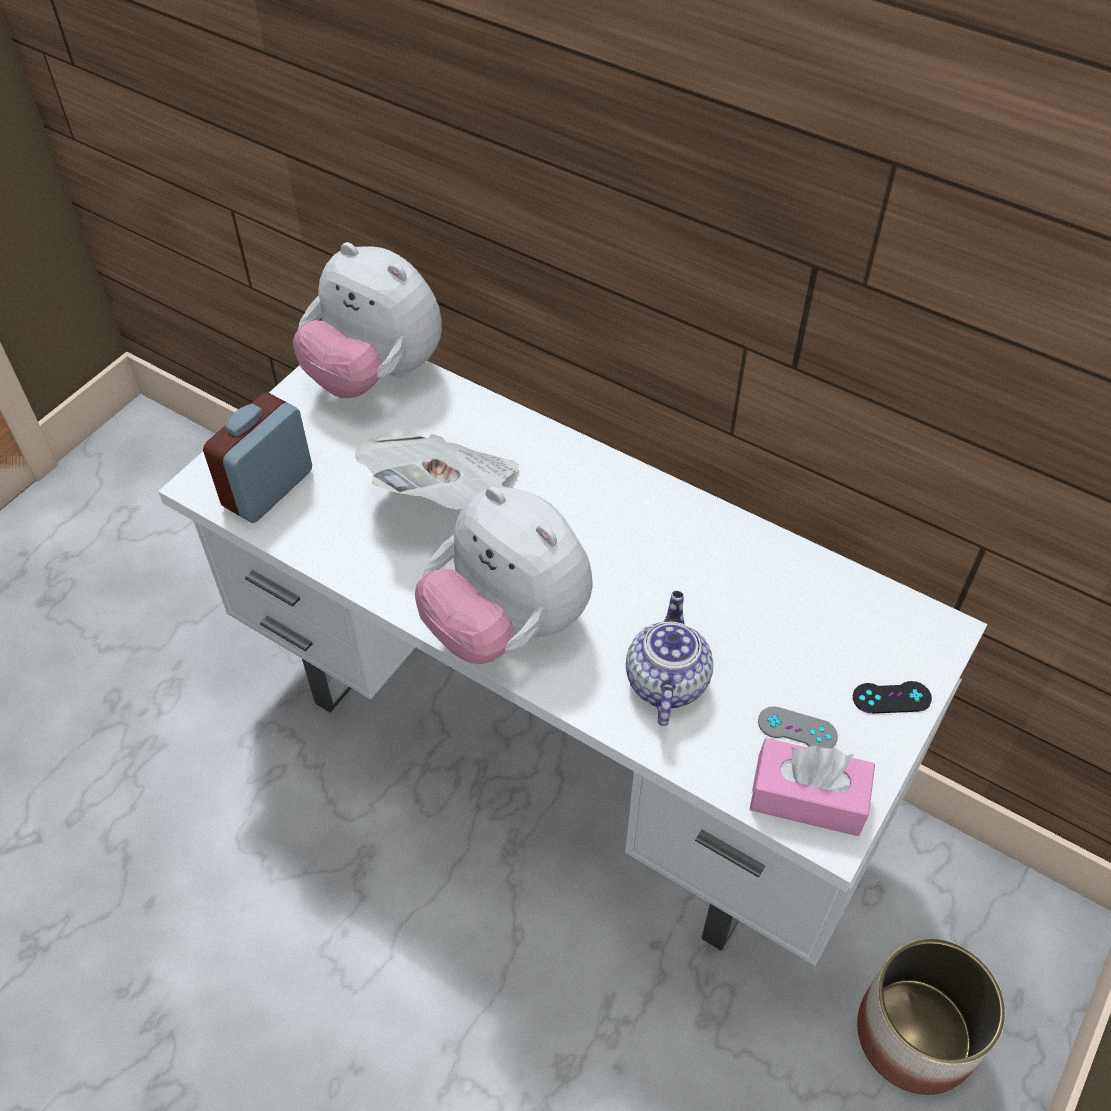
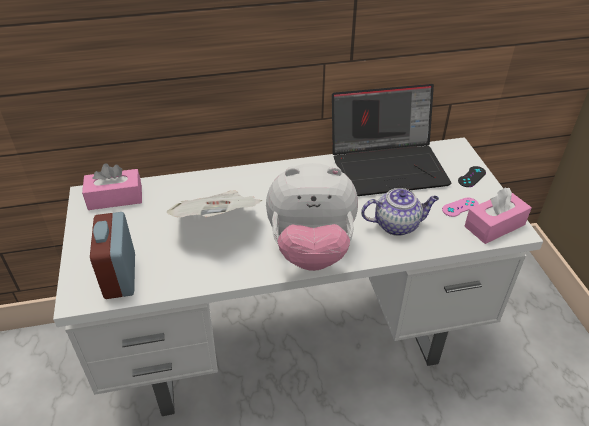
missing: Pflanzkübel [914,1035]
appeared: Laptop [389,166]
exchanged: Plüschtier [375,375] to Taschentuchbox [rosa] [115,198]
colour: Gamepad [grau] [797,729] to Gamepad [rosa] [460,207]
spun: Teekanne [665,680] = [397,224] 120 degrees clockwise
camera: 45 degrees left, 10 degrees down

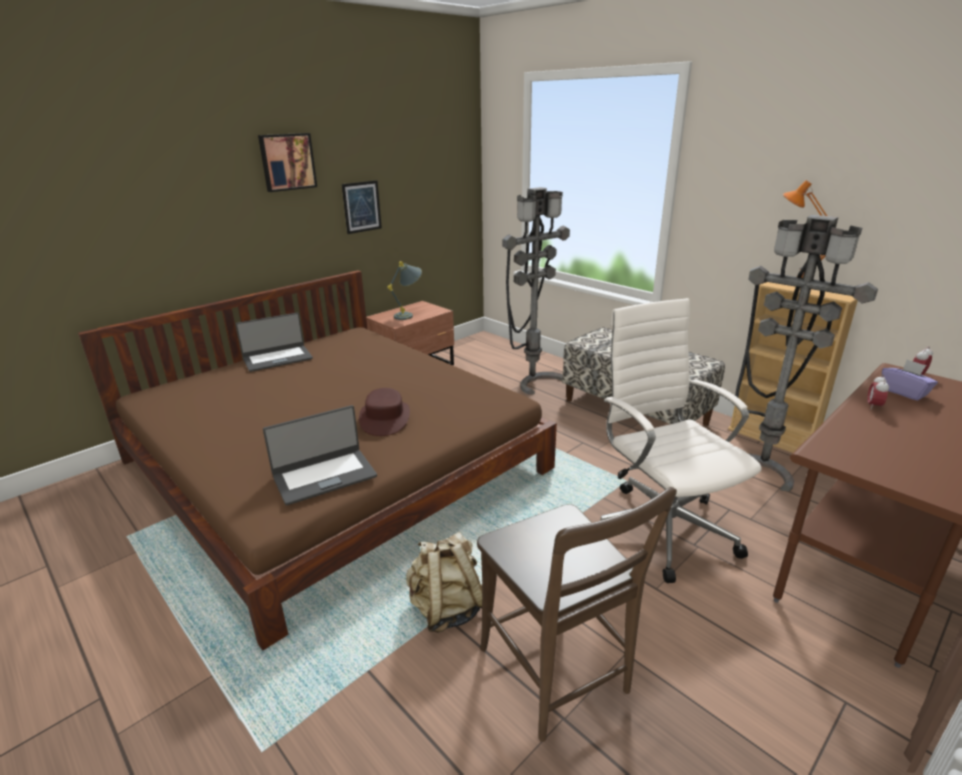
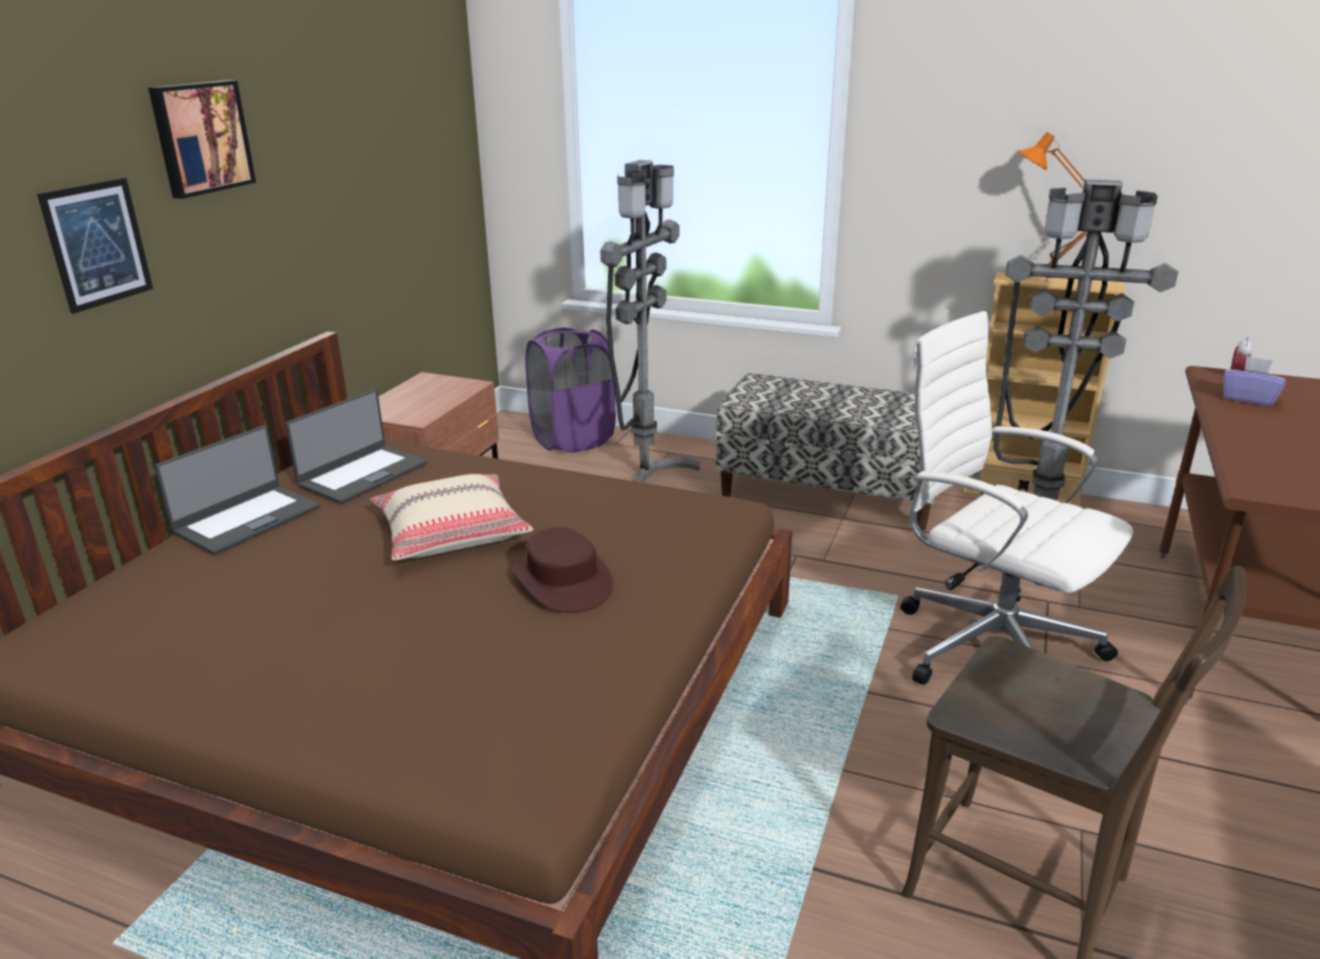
missing: Tischlampe [grau] [409,315]; Rucksack [beige] [447,609]; Wecker [873,406]
appeared: Kissen [beige] [451,532]; Wäschekorb [lila] [573,439]
relocated: Laptop [324,476] to [362,474]; Bild [362,207] to [97,244]
camera: 25 degrees left, 0 degrees up

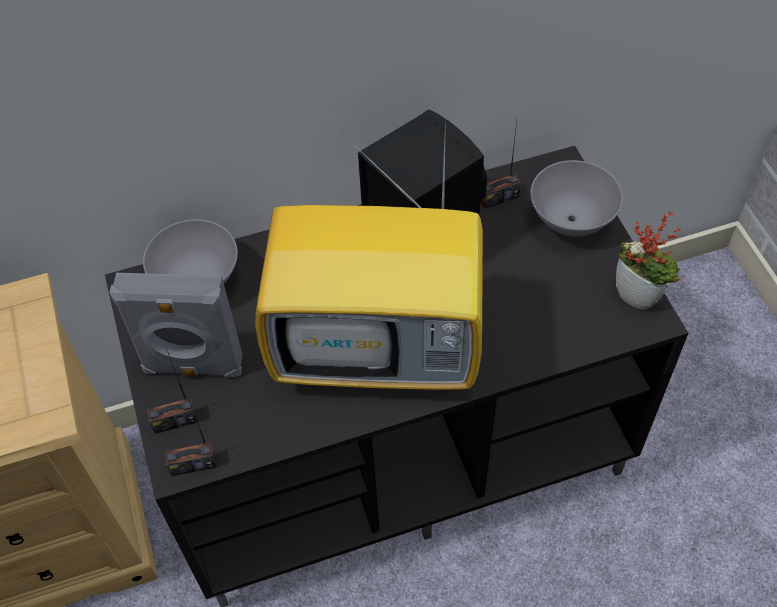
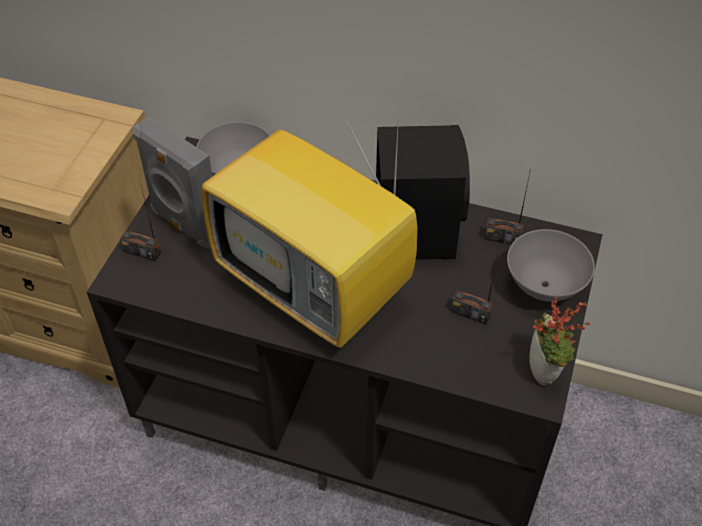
relocated: Radio [193,464] to [470,313]
camera: 35 degrees right, 5 degrees down

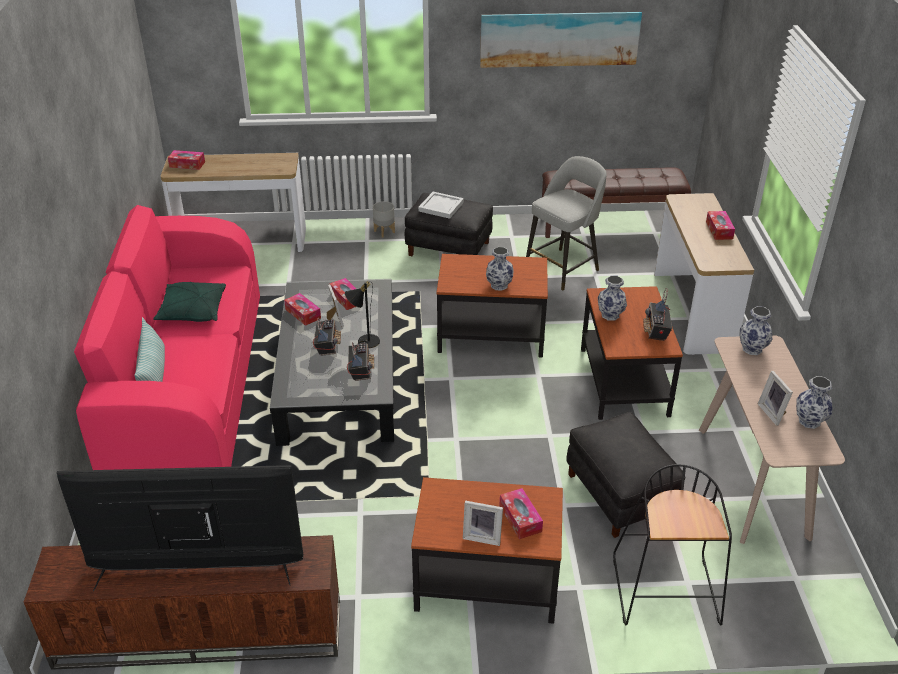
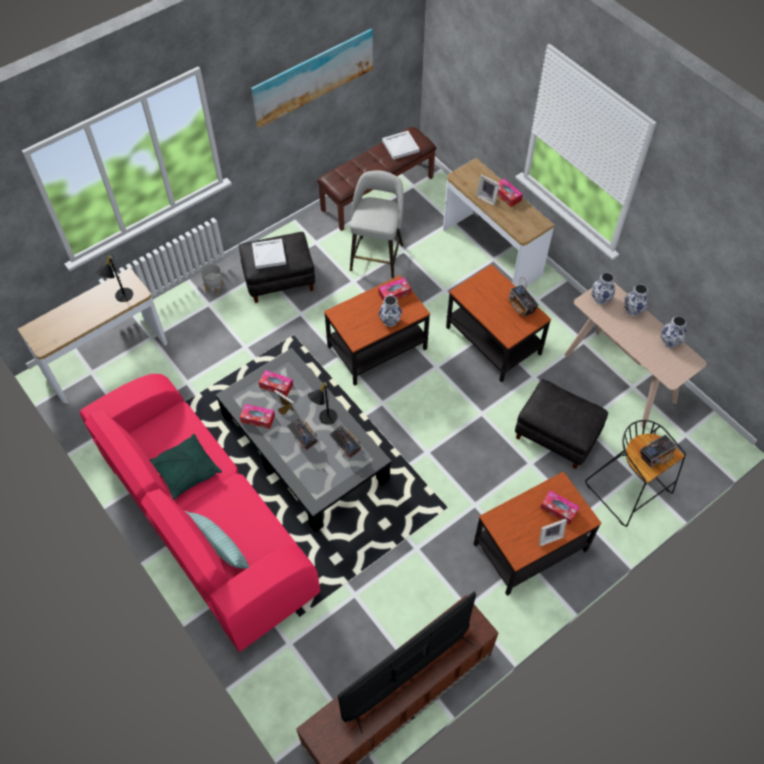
appeared: Tischlampe [schwarz] [121,297]; Tablett [weiß] [401,146]; Radio [655,456]
relocated: Taschentuchbox [187,164] to [394,293]; Vase [611,315] to [633,310]; Bilderrahmen [773,413] to [487,198]
camera: 35 degrees left, 20 degrees up

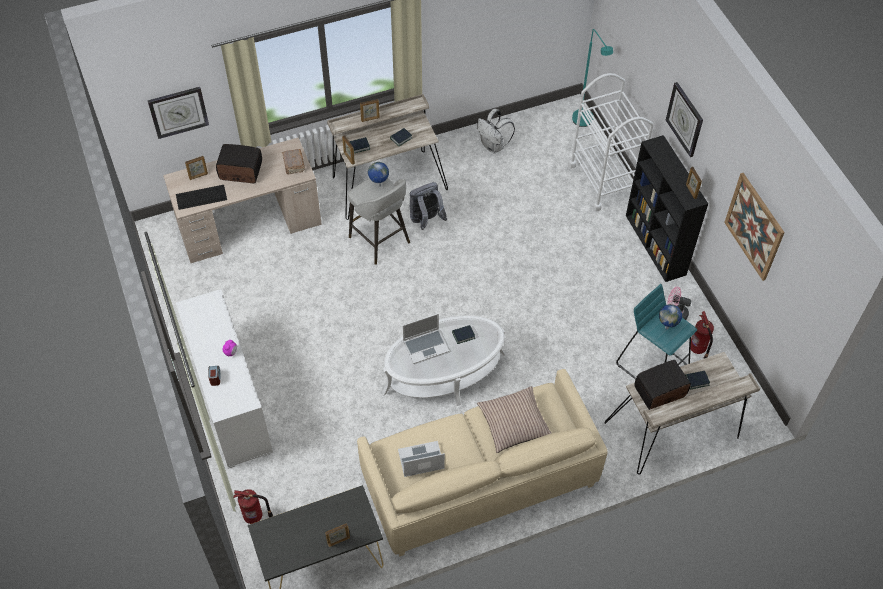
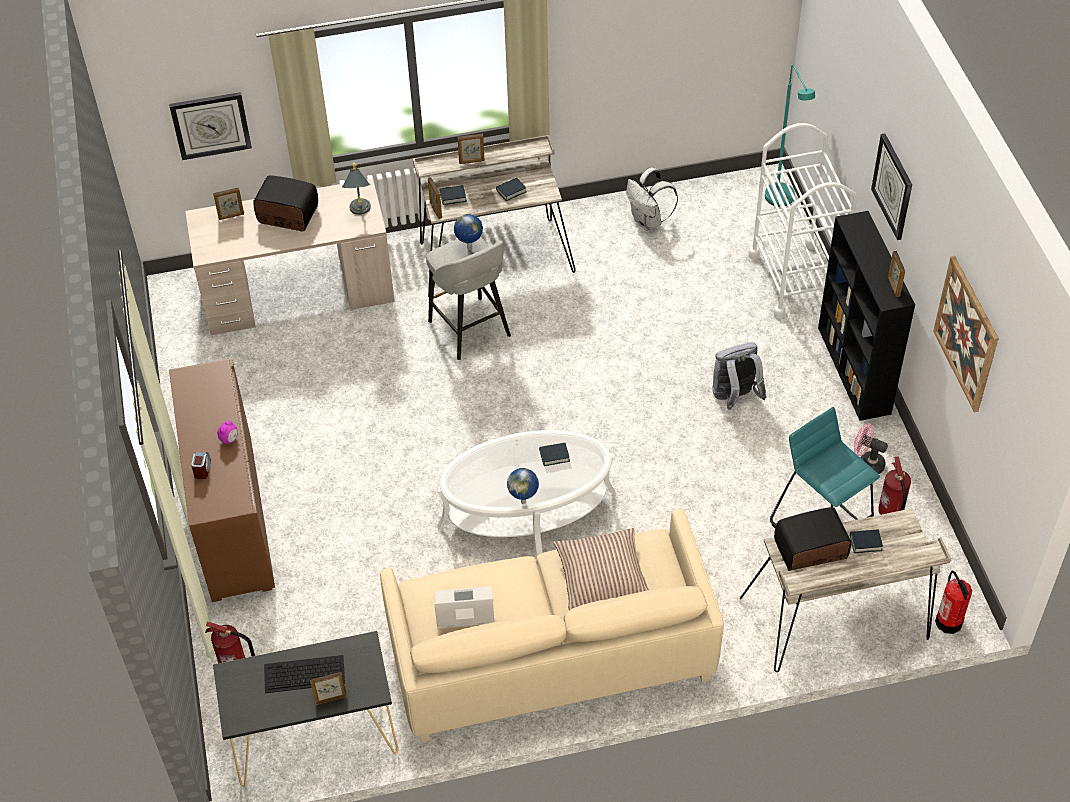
missing: Laptop [426,346]
appeared: Feuerlöscher [949,621]
relocated: Tastatur [201,197] to [303,674]; Rucksack [grau] [426,220] to [735,397]; Globus [667,327] to [524,501]
exchanged: Buch [braun] [293,165] to Tischlampe [grau] [360,213]
colour: Schrank [weiß] [231,402] to Schrank [braun] [232,517]
camera: 10 degrees right, 5 degrees down

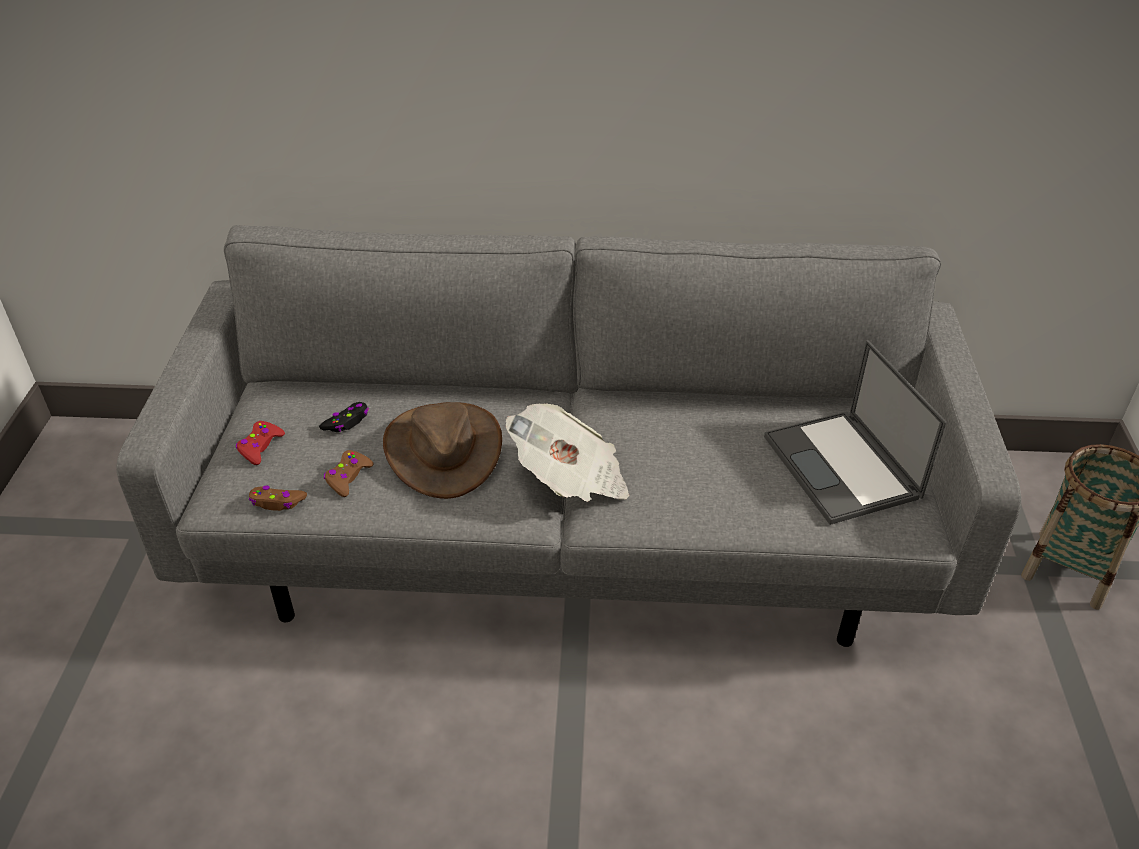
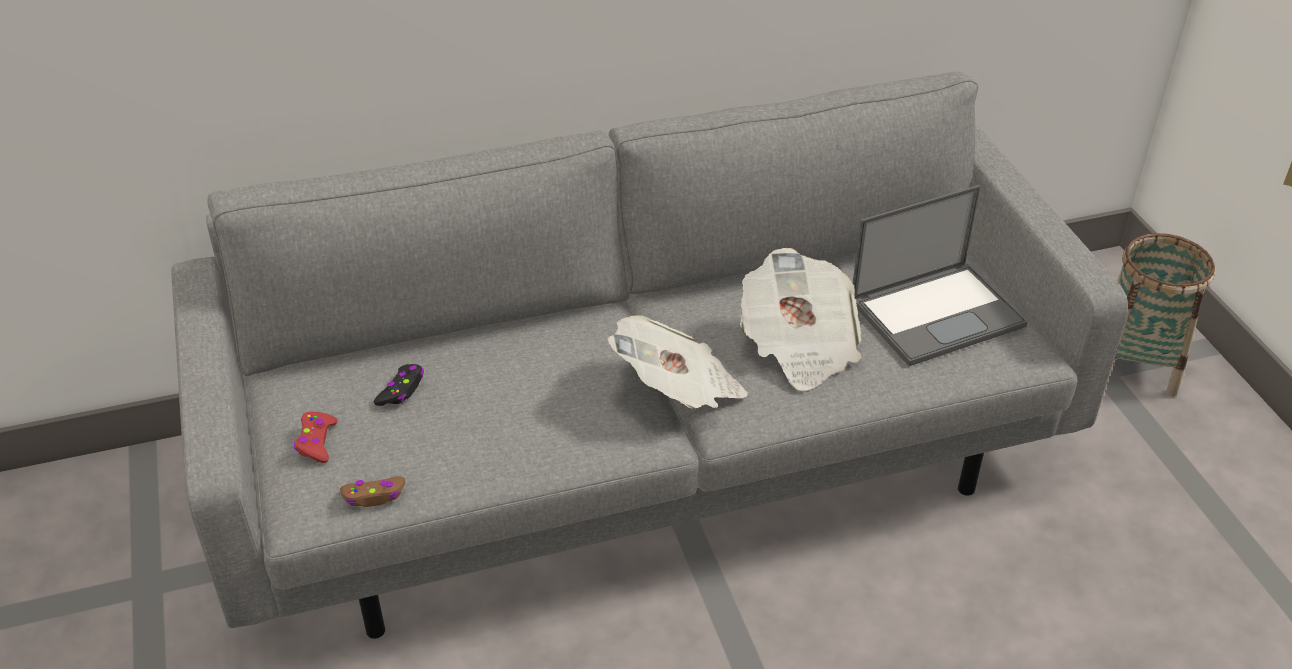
missing: Gamepad [braun] [348,477]; Hut [braun] [443,449]
appeared: Zeitung [799,346]
spun: Laptop [843,468] = [938,312] 75 degrees counterclockwise
camera: 20 degrees left, 0 degrees up

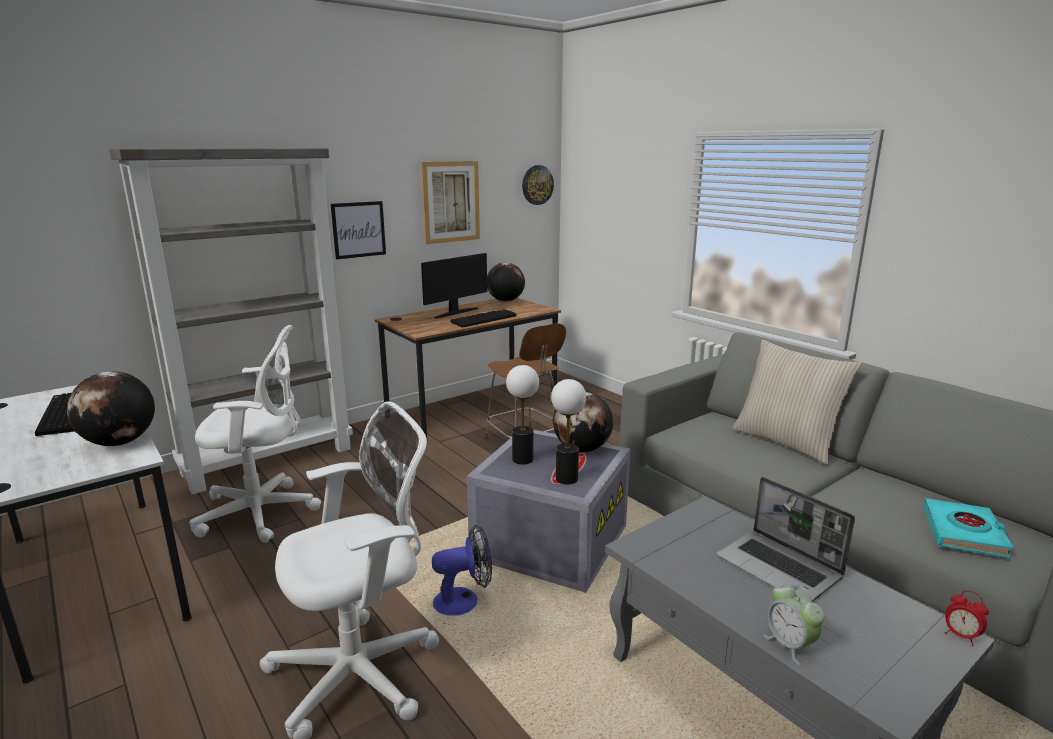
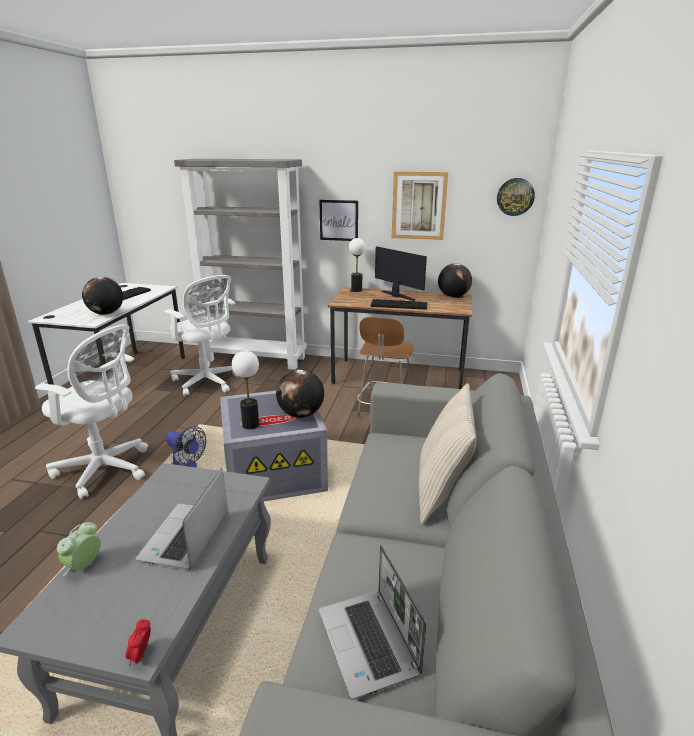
relocated: Tischlampe [522,459] to [356,290]
exchanged: Buch [türkis] [964,533] to Laptop [369,643]
spun: Monitor [455,312] = [396,296] 135 degrees counterclockwise
camera: 50 degrees right, 5 degrees up

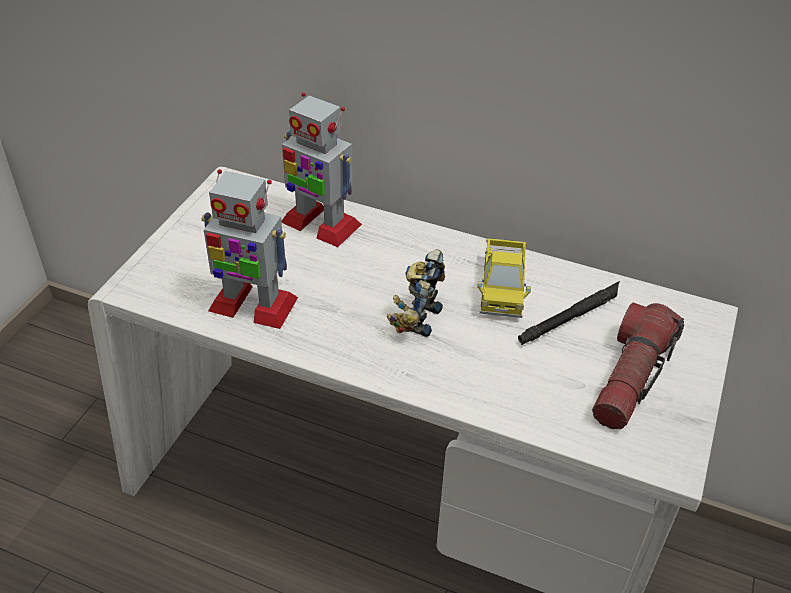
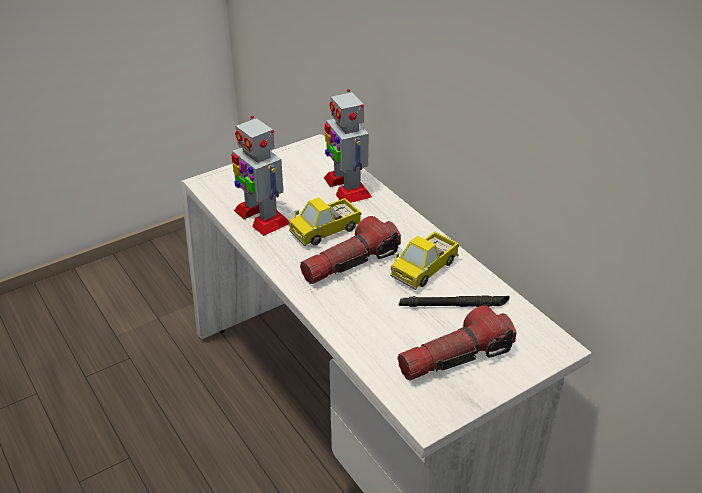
appeared: Spielzeuglaster [325,231]
exchanged: Spielzeugroboter [417,318] to Taschenlampe [350,263]
camera: 35 degrees right, 5 degrees down

